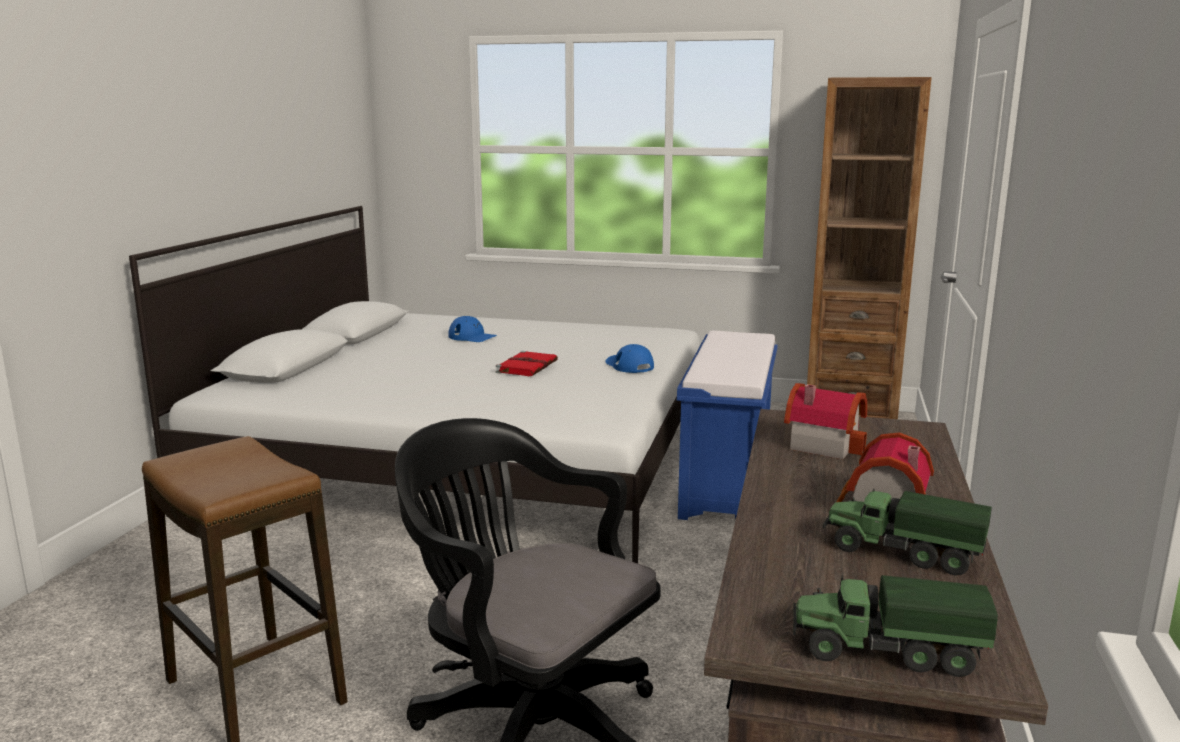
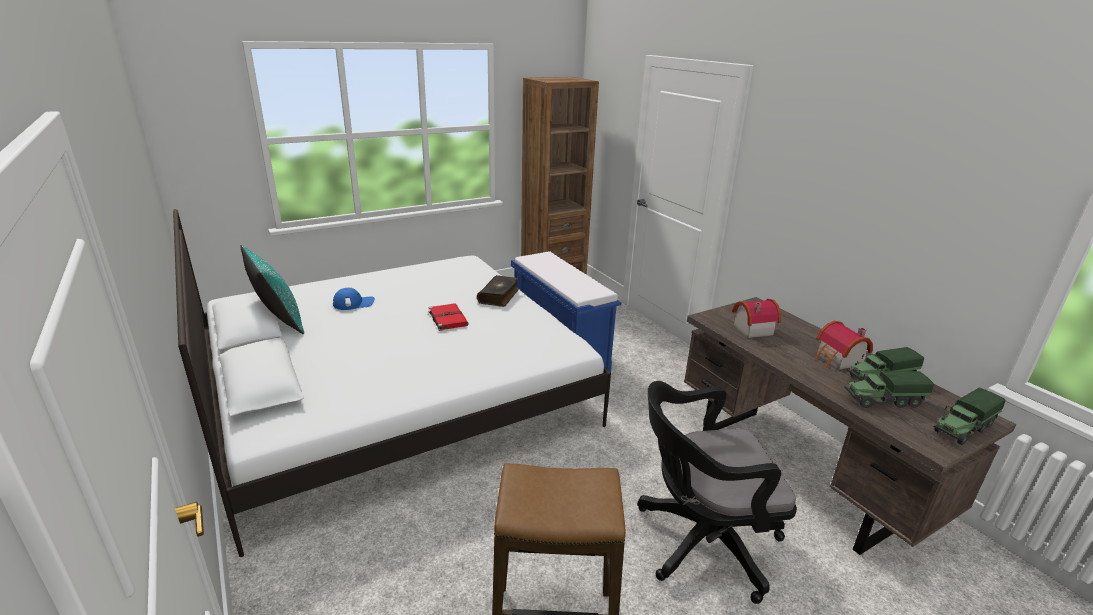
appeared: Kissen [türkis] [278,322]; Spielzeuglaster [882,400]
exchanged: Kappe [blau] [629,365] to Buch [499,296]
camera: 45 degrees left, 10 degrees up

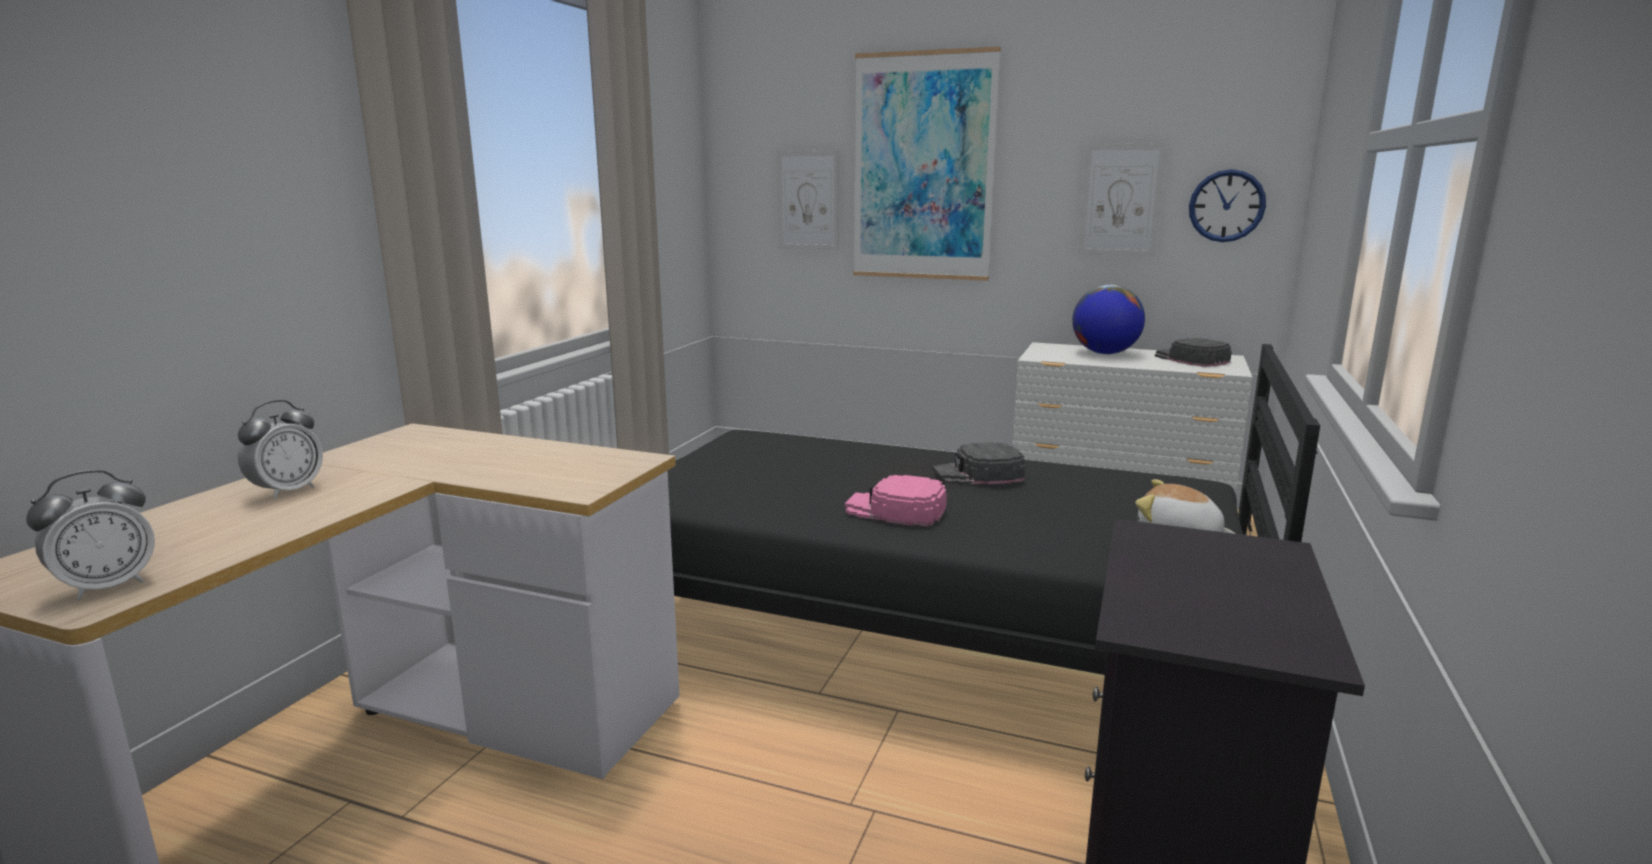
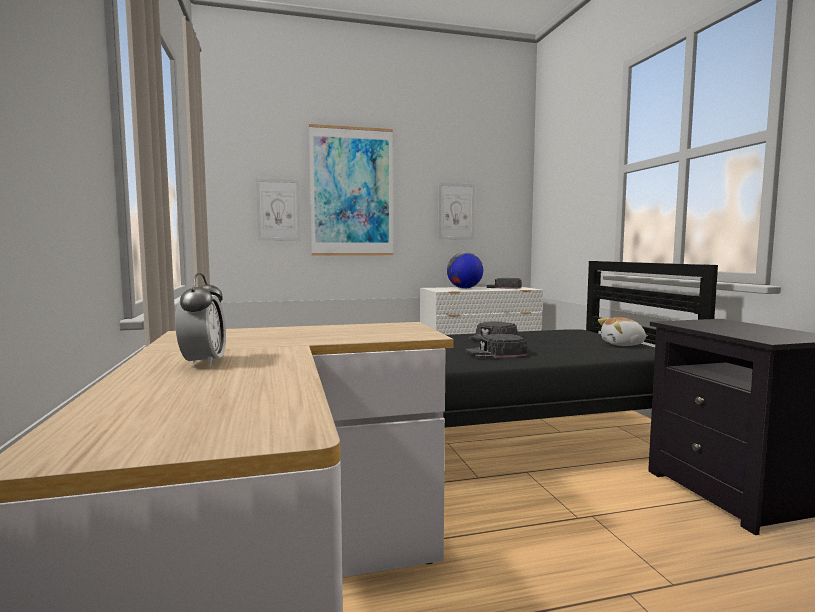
missing: Wecker [107,587]; Wanduhr [1226,206]
colour: Kappe [rosa] [896,510] to Kappe [schwarz] [496,353]
camera: 35 degrees left, 10 degrees down

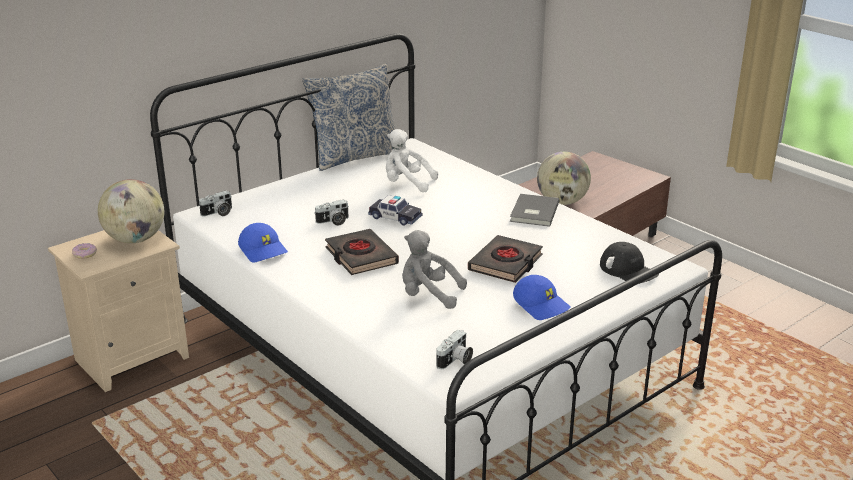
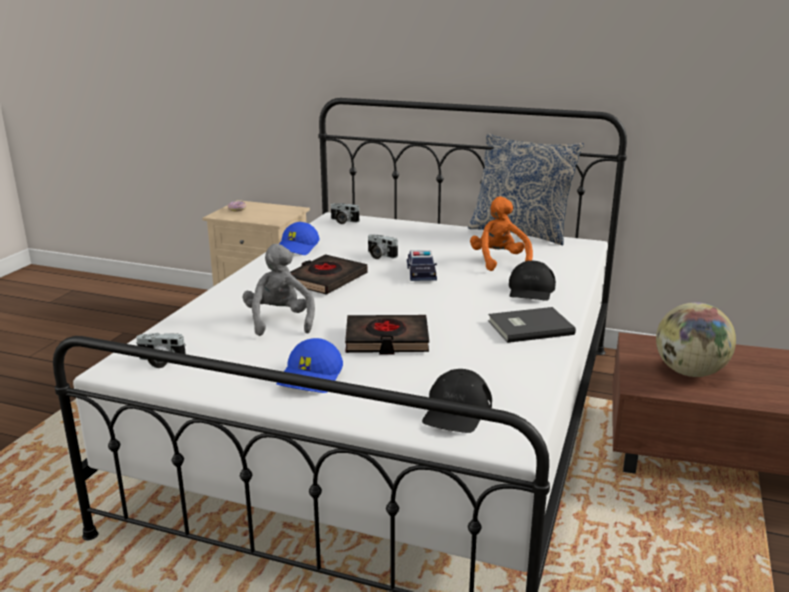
missing: Globus [136,239]
appeared: Kappe [schwarz] [531,290]
colour: Plüschtier [weiß] [406,184] to Plüschtier [orange] [499,261]
camera: 60 degrees right, 5 degrees down

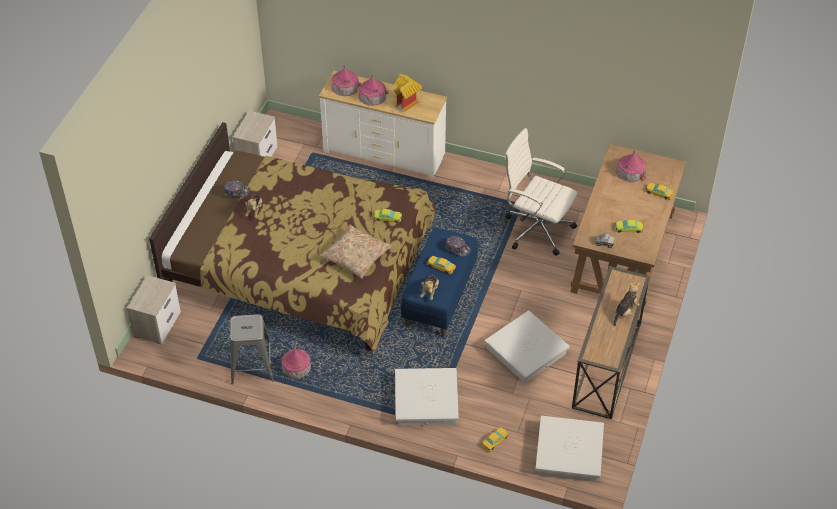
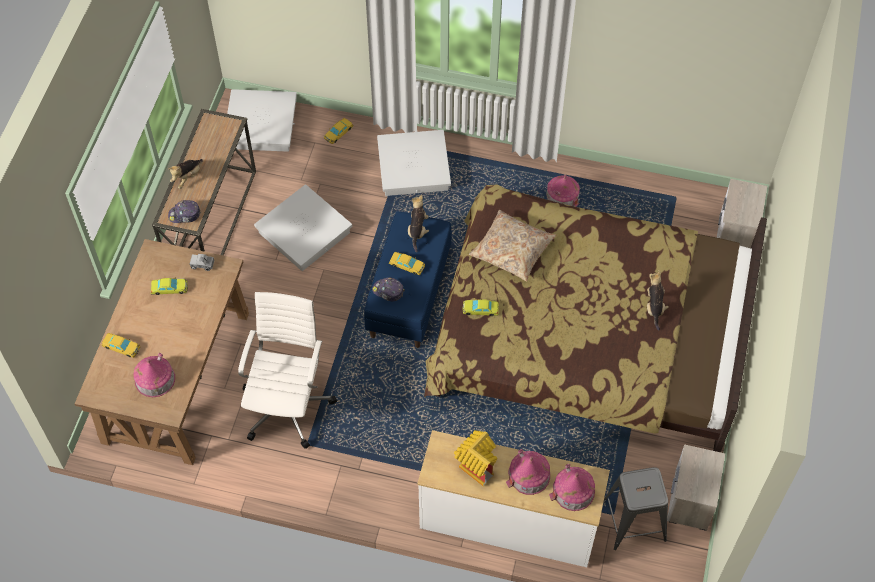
relocated: Kappe [236,191] to [184,215]; Hocker [grau] [252,365] to [633,521]
spun: Bürostuhl [weiß] [536,229] = [288,404] 105 degrees counterclockwise
camera: 175 degrees right, 10 degrees up

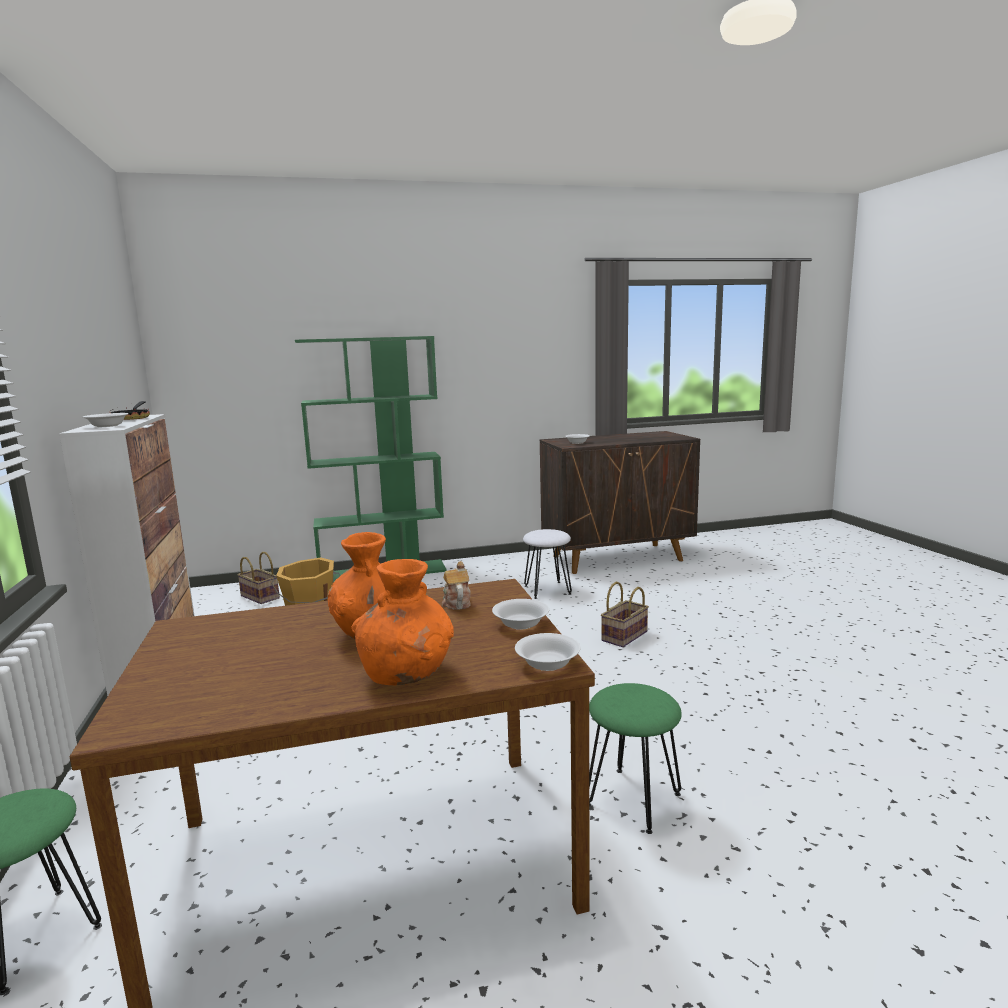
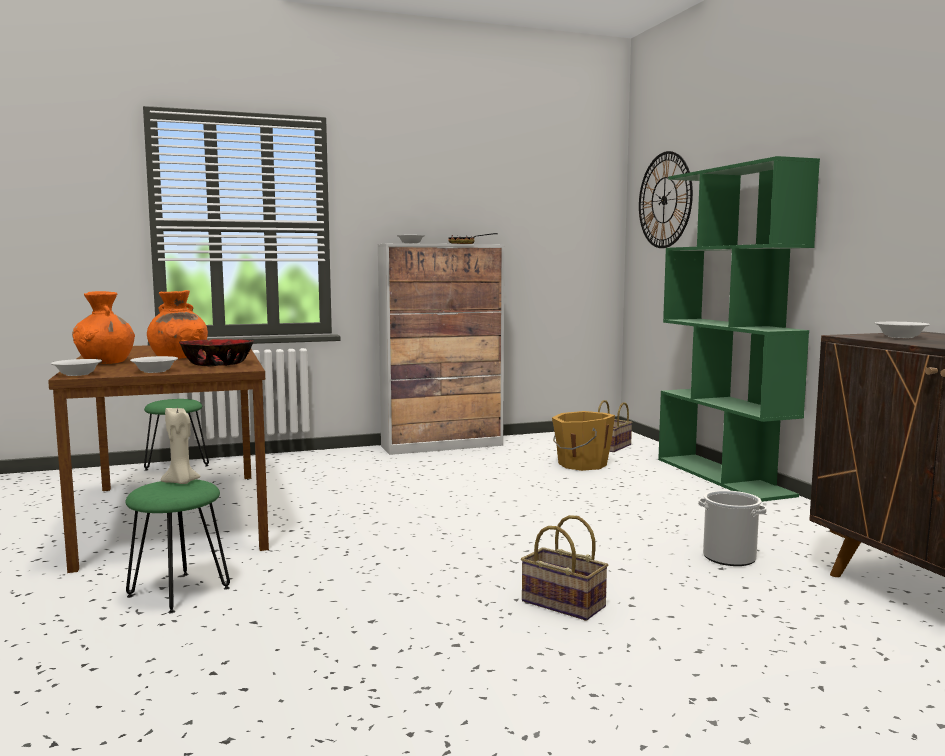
appeared: Kerze [beige] [181,482]; Wanduhr [664,200]
exchanged: Teekanne [456,602] to Schüssel [217,364]; Hocker [weiß] [547,590] to Eimer [729,557]
camera: 85 degrees right, 5 degrees down

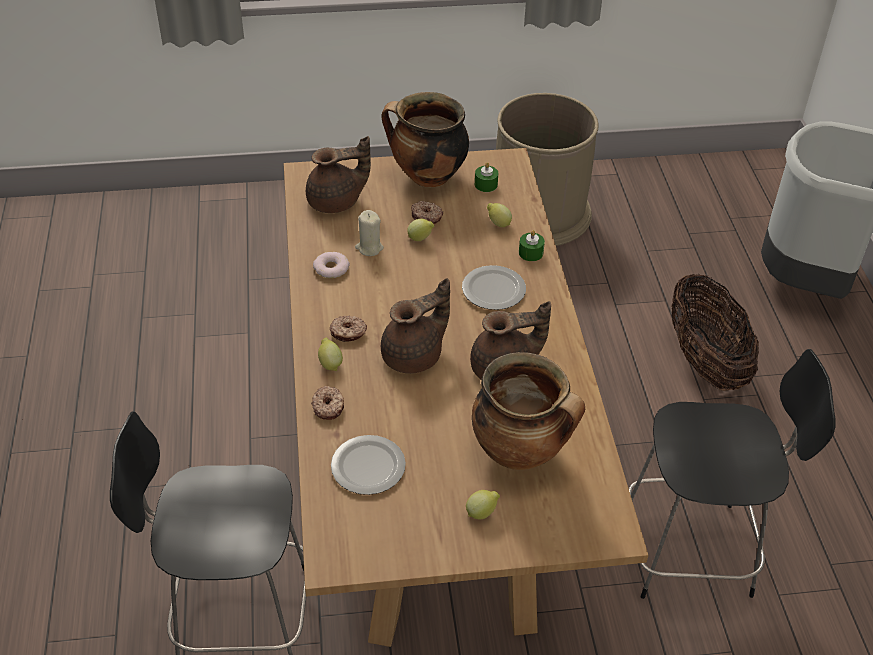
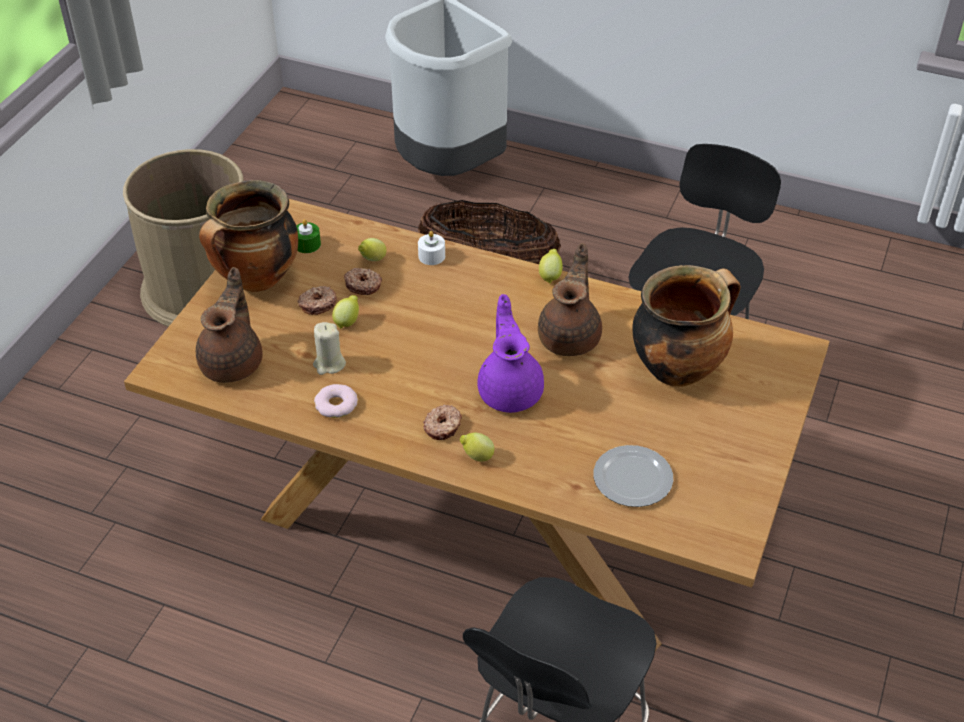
missing: Teller [492,290]
relocated: Donut [328,407] to [363,285]; Zitrone [482,512] to [550,276]
colour: Teekanne [braun] [414,356] to Teekanne [lila] [510,390]; Kerze [grün] [531,253] to Kerze [weiß] [431,256]
camera: 60 degrees left, 0 degrees up

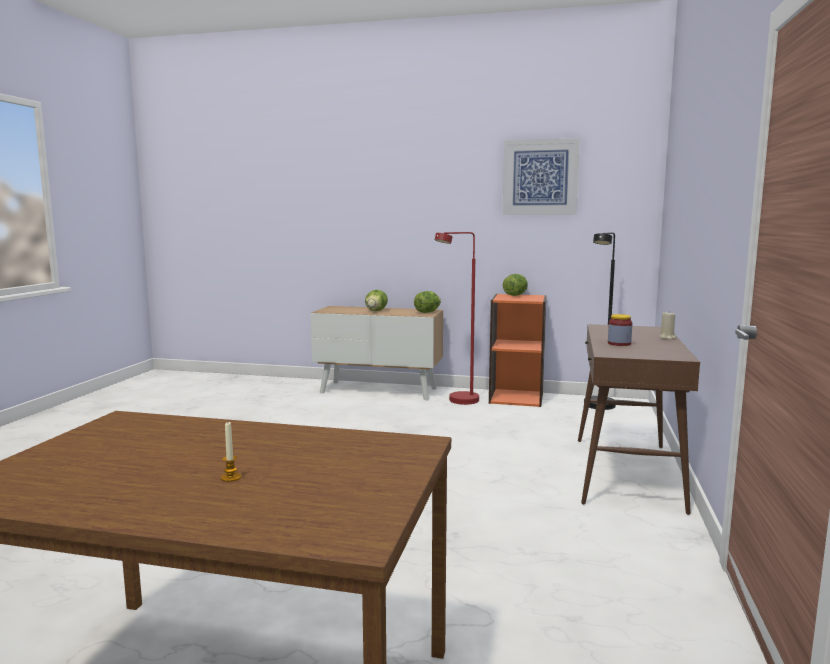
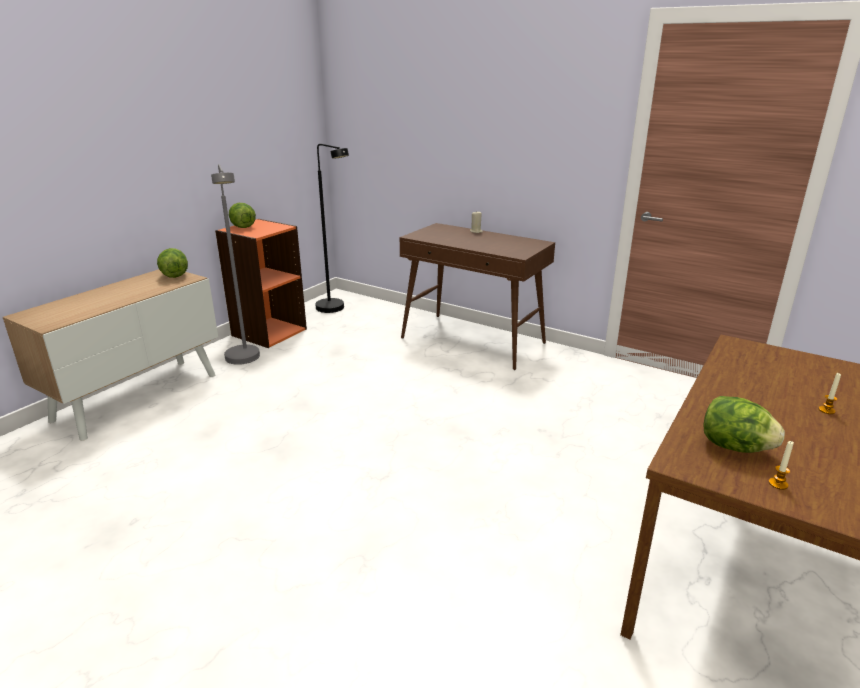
missing: Bild [540,177]; Vorratsglas [619,343]
appeared: Kerze [778,484]
relocated: Salatkopf [376,311] to [734,447]
colour: Stehlampe [rot] [458,402] to Stehlampe [grau] [245,361]
camera: 70 degrees left, 15 degrees up

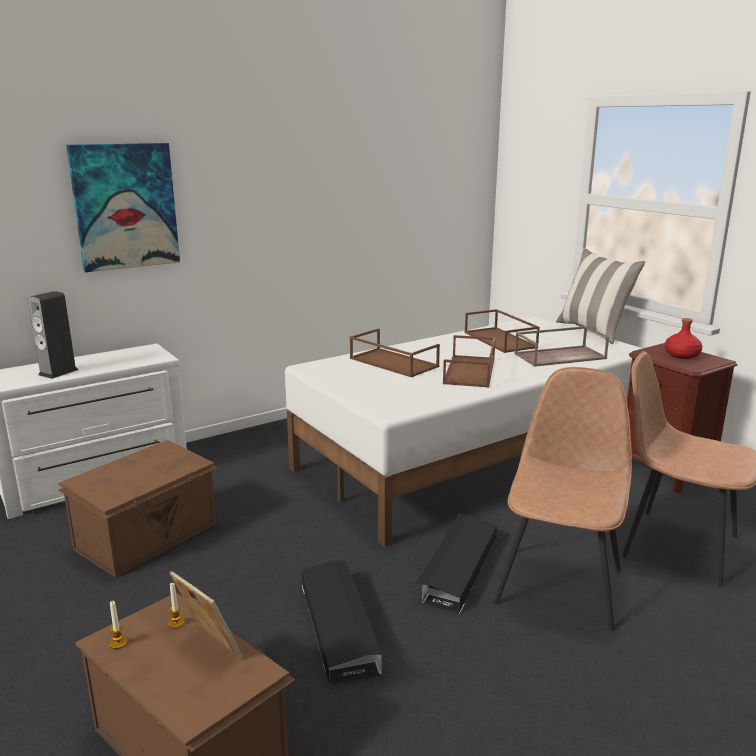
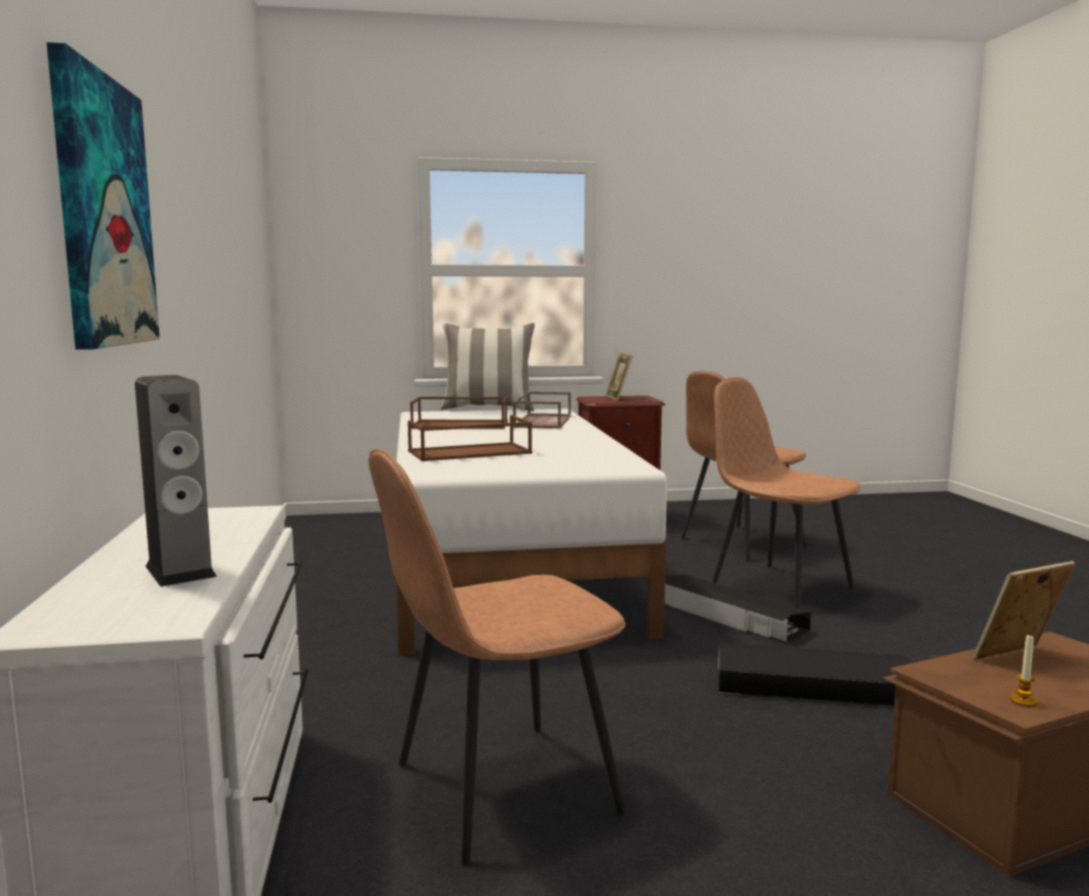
missing: Kerze [176,623]; Tablett [braun] [470,371]
exchanged: Aufbewahrungsbox [braun] [149,536] to Stuhl [braun] [499,789]; Flasche [rot] [682,355] to Bilderrahmen [618,398]
camera: 65 degrees left, 10 degrees down

